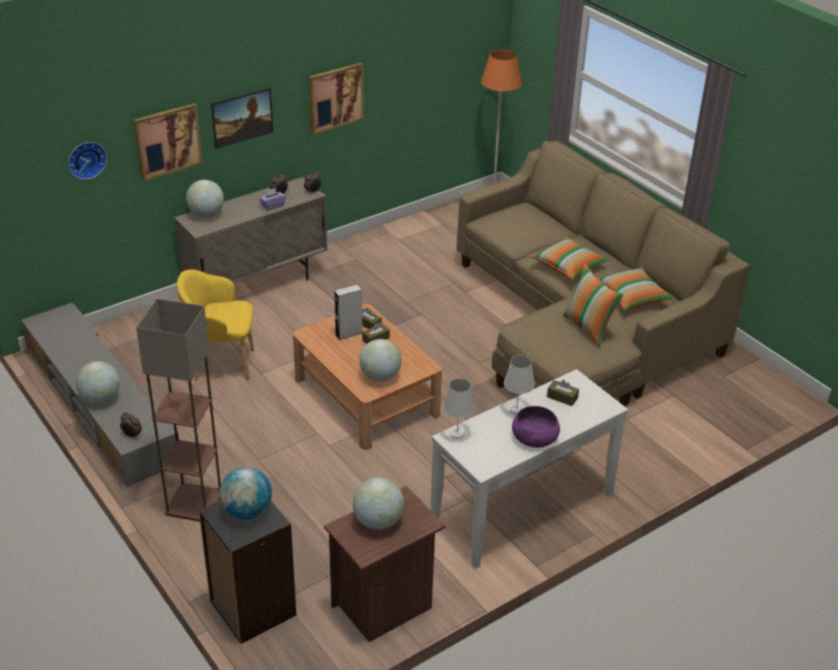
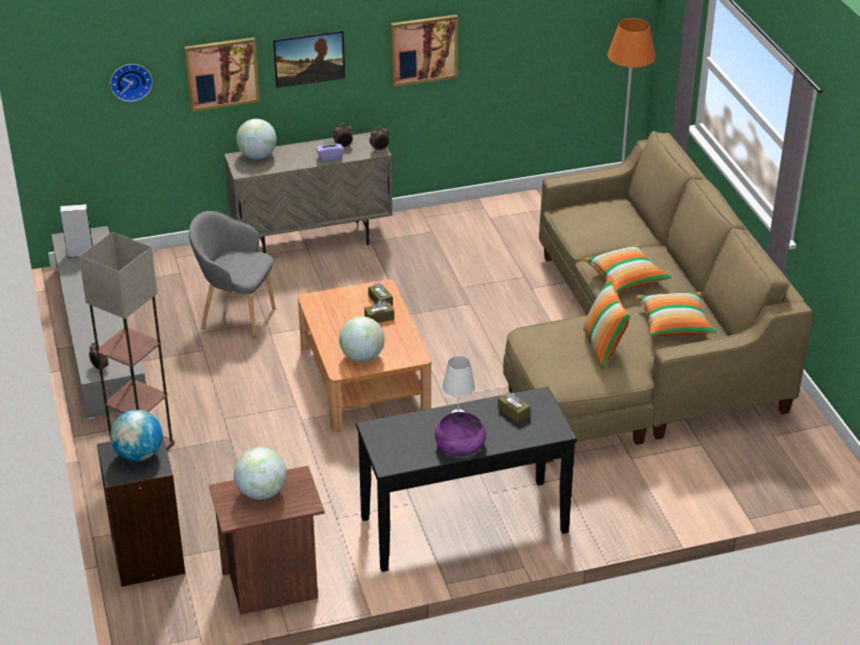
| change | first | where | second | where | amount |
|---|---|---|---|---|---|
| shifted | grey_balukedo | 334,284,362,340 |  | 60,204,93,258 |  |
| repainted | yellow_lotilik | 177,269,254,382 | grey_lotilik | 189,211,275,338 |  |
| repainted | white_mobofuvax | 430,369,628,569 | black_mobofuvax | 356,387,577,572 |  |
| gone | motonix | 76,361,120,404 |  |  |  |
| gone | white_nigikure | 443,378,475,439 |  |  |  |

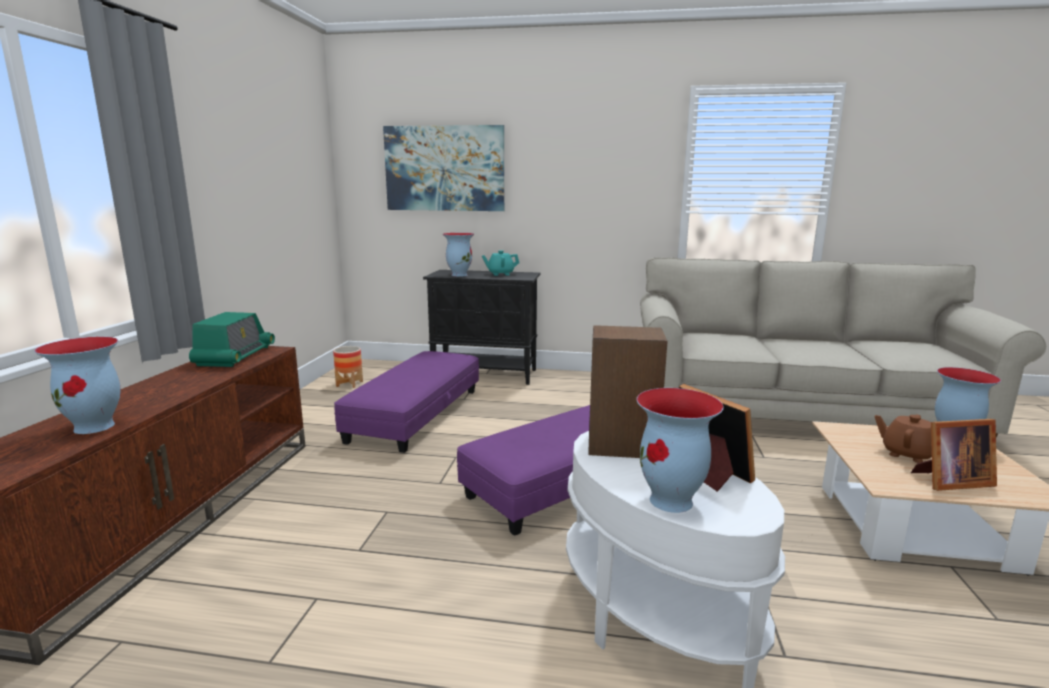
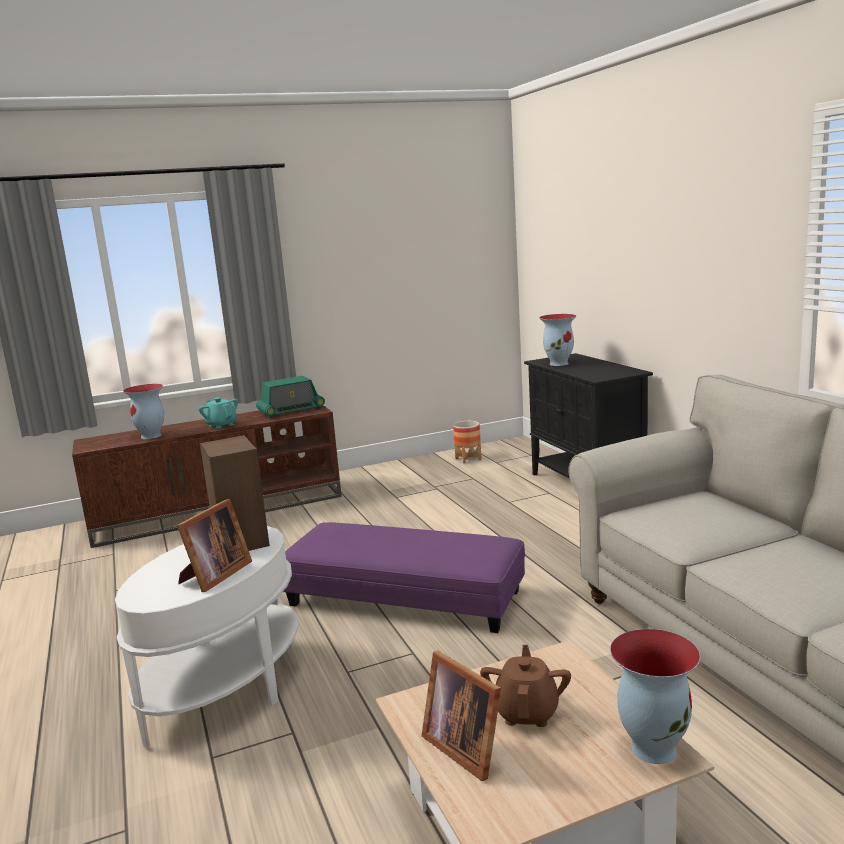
| change | first | where | second | where | amount |
|---|---|---|---|---|---|
| shifted | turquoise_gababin | 482,250,519,276 |  | 199,397,238,429 |  |
| gone | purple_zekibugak | 334,351,479,453 |  |  |  |
| gone | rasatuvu | 383,125,504,211 |  |  |  |
| gone | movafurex | 637,388,724,513 |  |  |  |

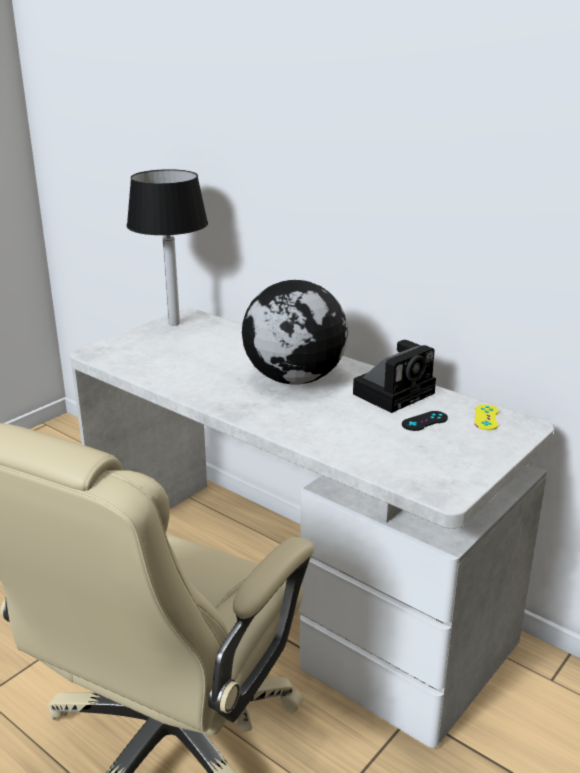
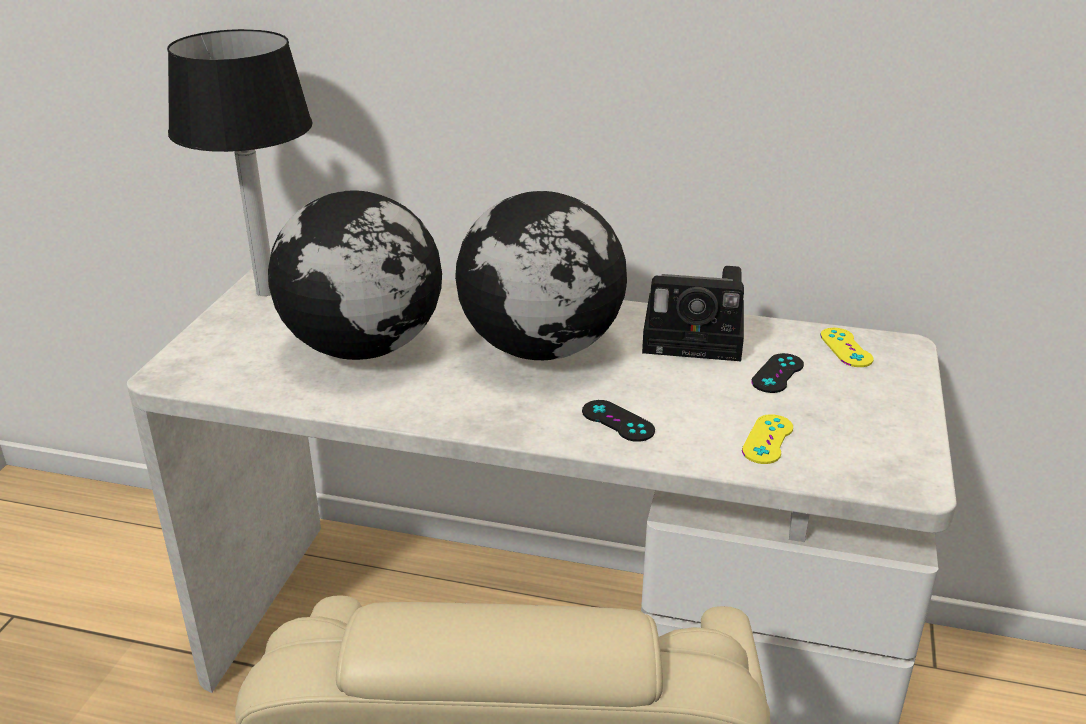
| change | first | where | second | where | amount |
|---|---|---|---|---|---|
| new |  |  | motonix | 268,190,442,360 |  |
| new |  |  | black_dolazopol | 582,400,655,442 |  |
| rotated | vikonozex | 353,340,436,413 |  | 642,266,744,361 | 75 degrees clockwise |
| new |  |  | yellow_dolazopol | 742,414,793,464 |  |

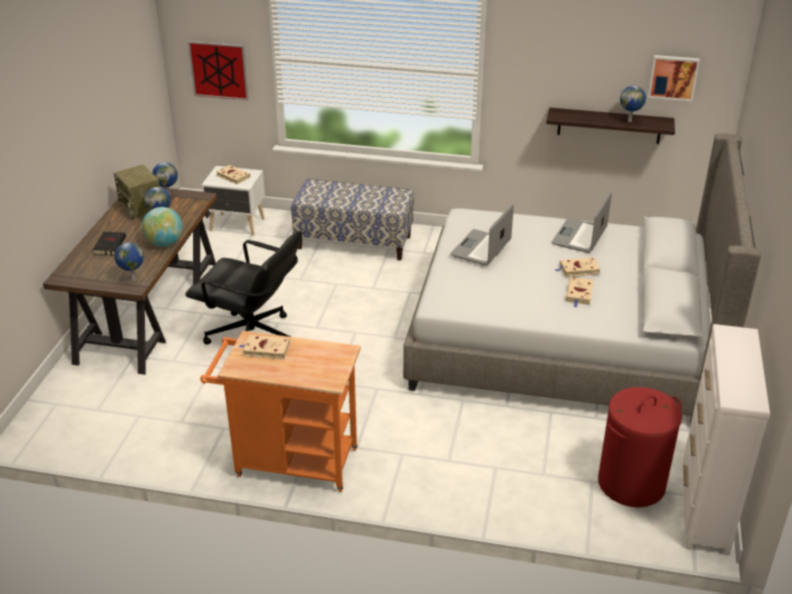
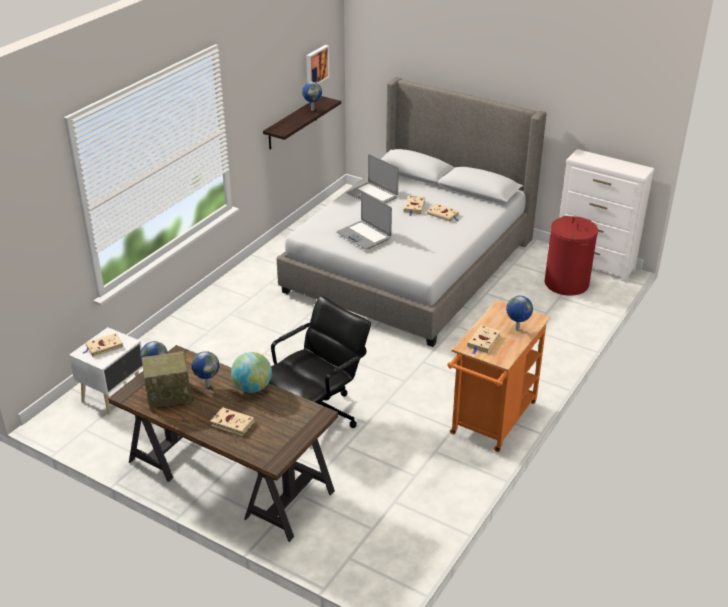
| change | first | where | second | where | amount |
|---|---|---|---|---|---|
| repainted | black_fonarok | 93,232,126,256 | beige_fonarok | 210,407,255,436 |  |
| shifted | motonix | 114,242,144,281 |  | 506,296,533,331 |  |
| gone | rasatuvu | 188,41,249,101 |  |  |  |
| gone | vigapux | 291,179,414,260 |  |  |  |

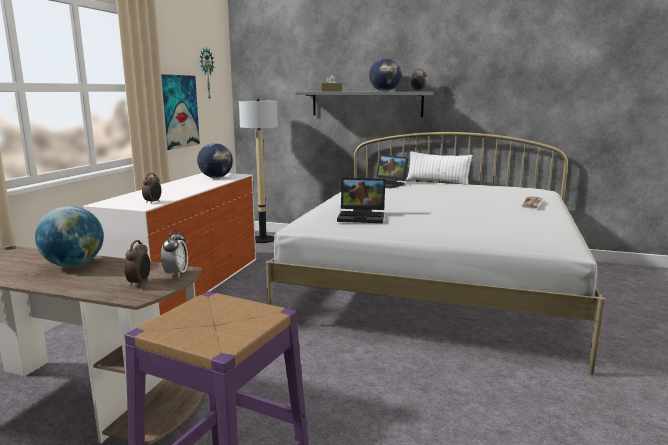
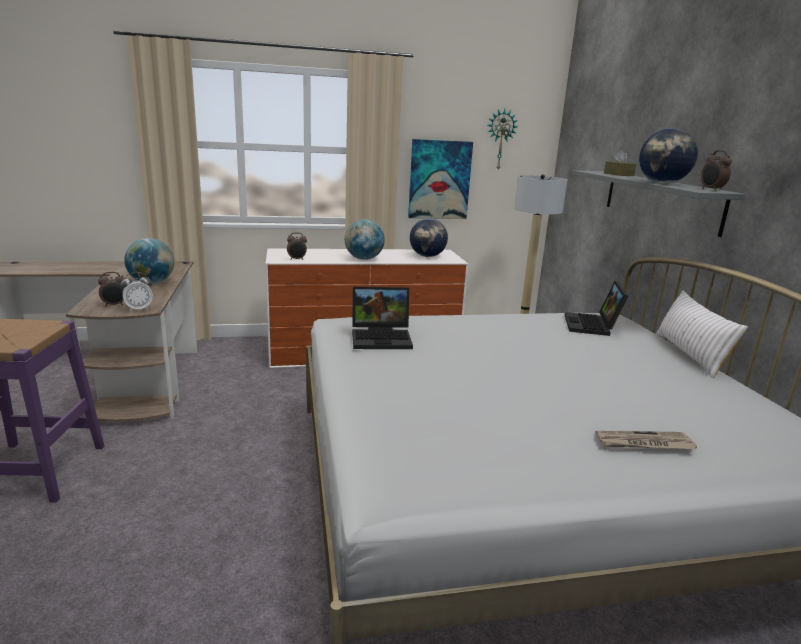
| change | first | where | second | where | amount |
|---|---|---|---|---|---|
| new |  |  | motonix | 345,219,385,260 |  |
| rotated | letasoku | 337,178,385,223 |  | 352,287,413,349 | 75 degrees counterclockwise |

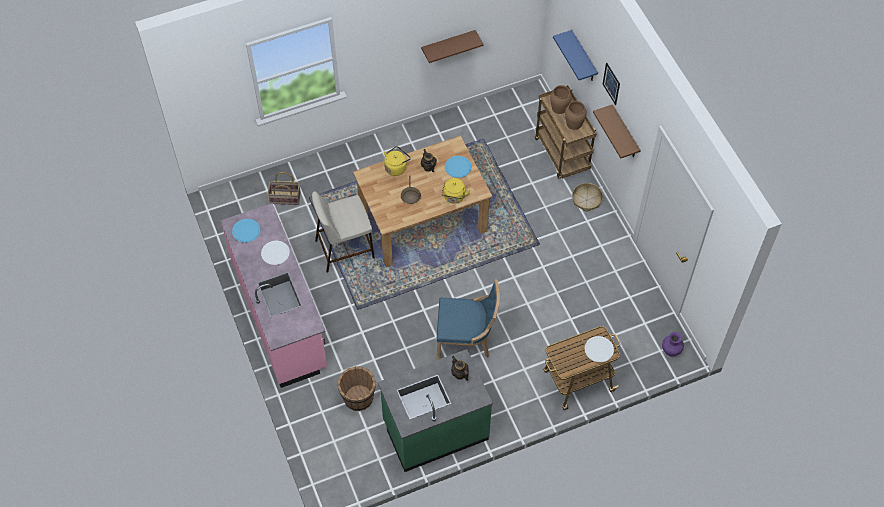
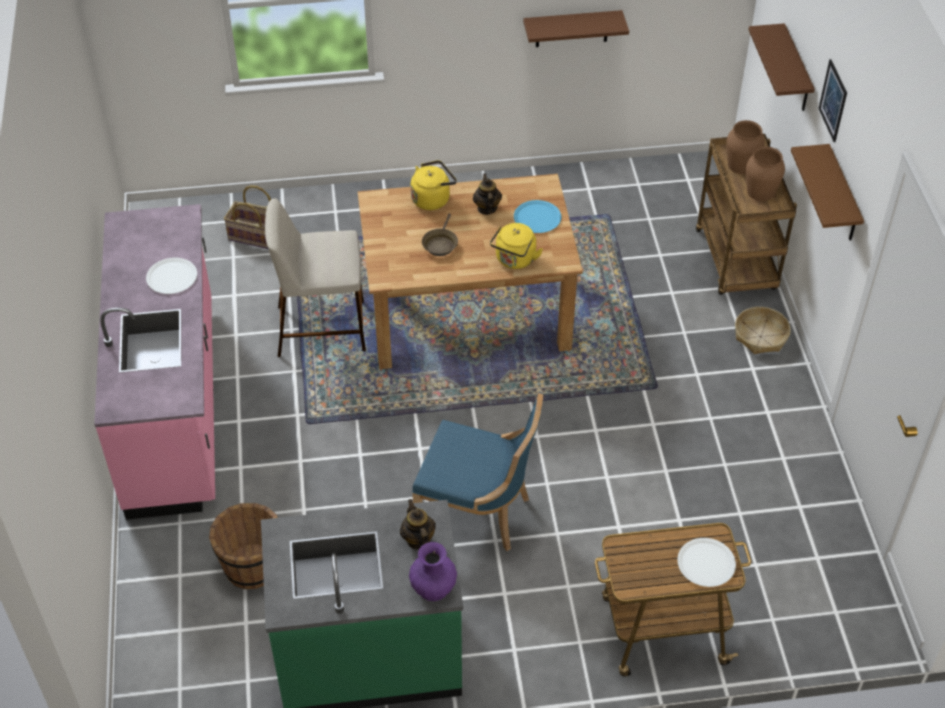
| change | first | where | second | where | amount |
|---|---|---|---|---|---|
| shifted | purple_movafurex | 662,332,684,357 |  | 409,542,457,601 |  |
| repainted | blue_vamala | 553,30,598,81 | brown_vamala | 748,23,815,111 |  |
| gone | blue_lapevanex | 232,219,260,243 |  |  |  |

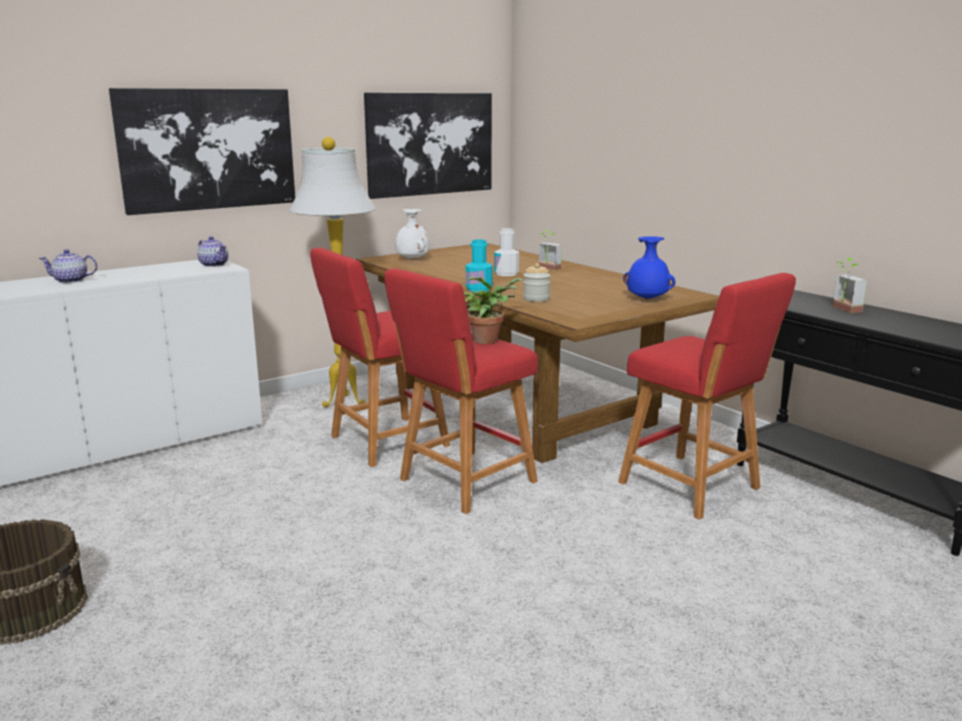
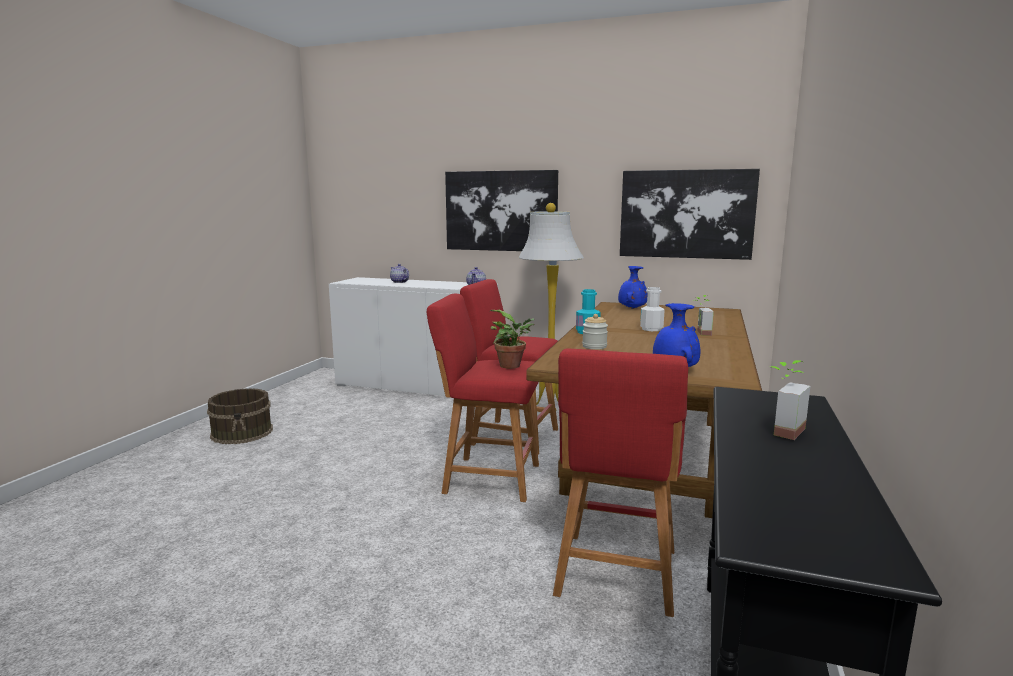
| change | first | where | second | where | amount |
|---|---|---|---|---|---|
| repainted | white_movafurex | 395,209,430,260 | blue_movafurex | 618,266,648,309 |  |

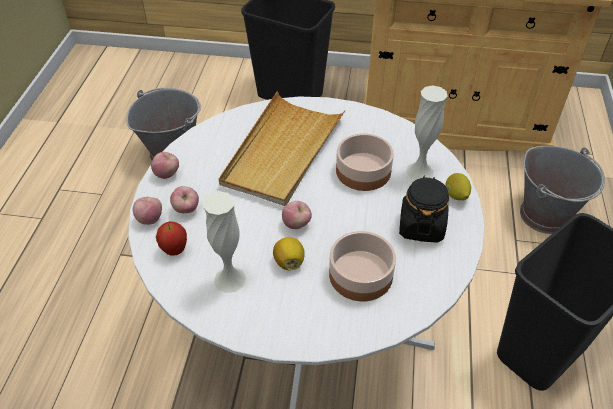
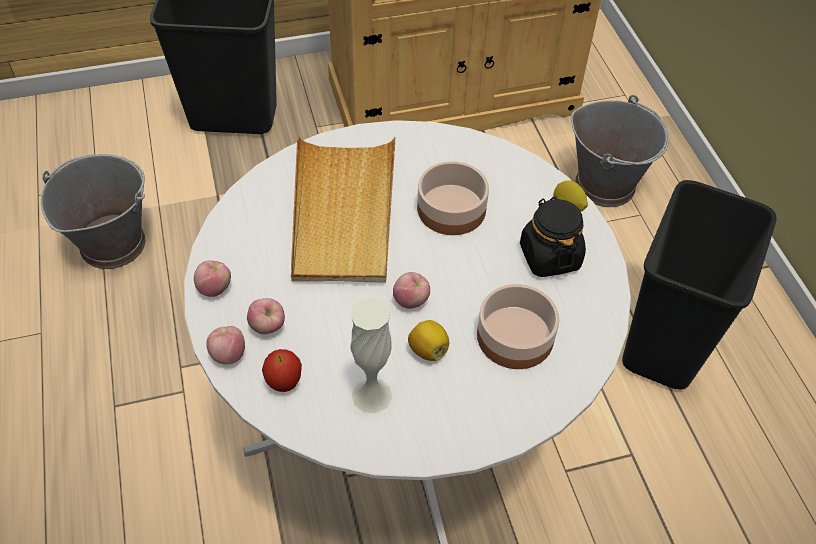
| change | first | where | second | where | amount |
|---|---|---|---|---|---|
| gone | white_movafurex | 406,85,448,180 |  |  |  |

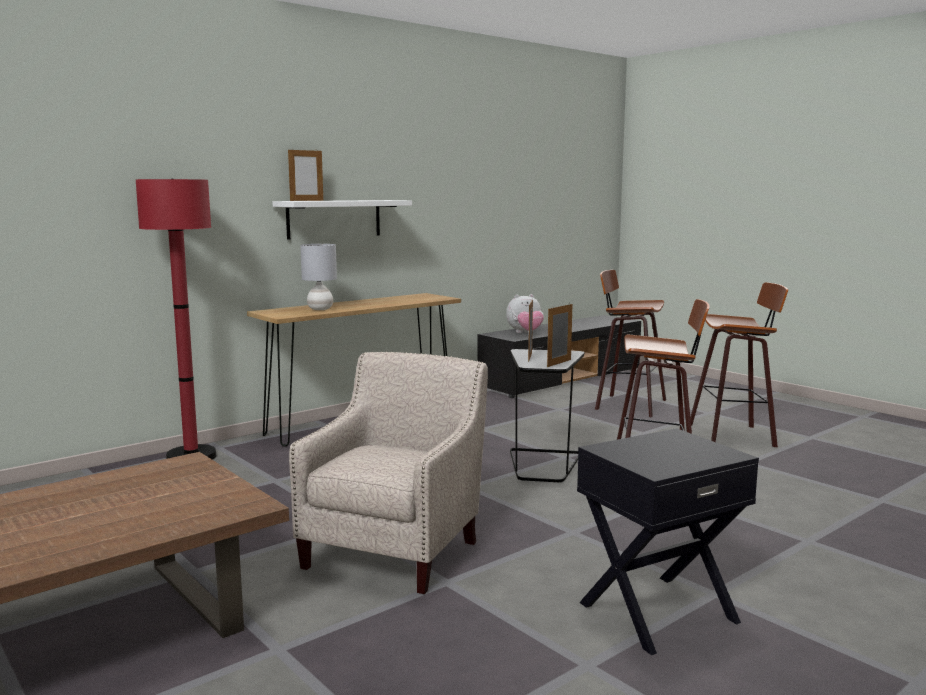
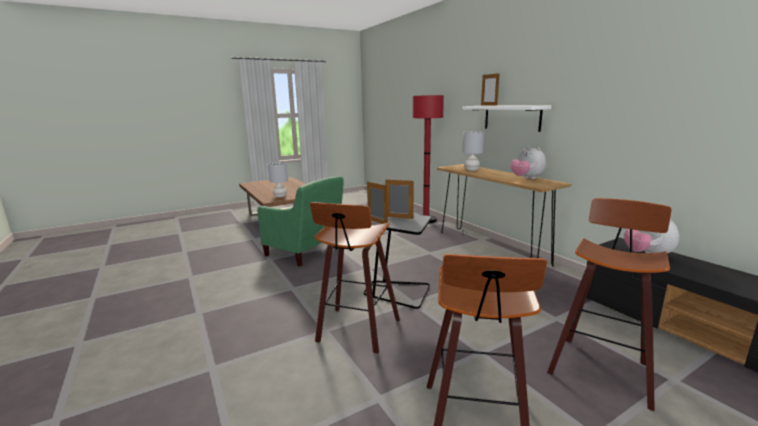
| change | first | where | second | where | amount |
|---|---|---|---|---|---|
| repainted | beige_lotilik | 289,352,488,594 | green_lotilik | 257,176,344,267 |  |
| new |  |  | grey_nigikure | 268,162,288,197 |  |
| new |  |  | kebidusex | 510,146,546,179 |  |
| gone | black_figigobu | 577,428,759,655 |  |  |  |

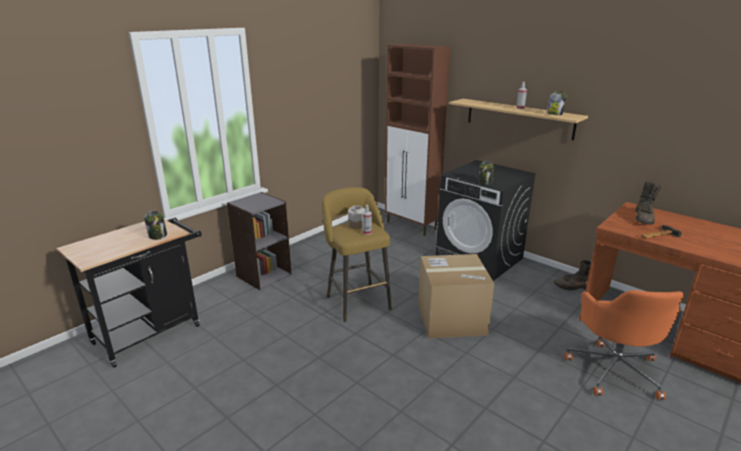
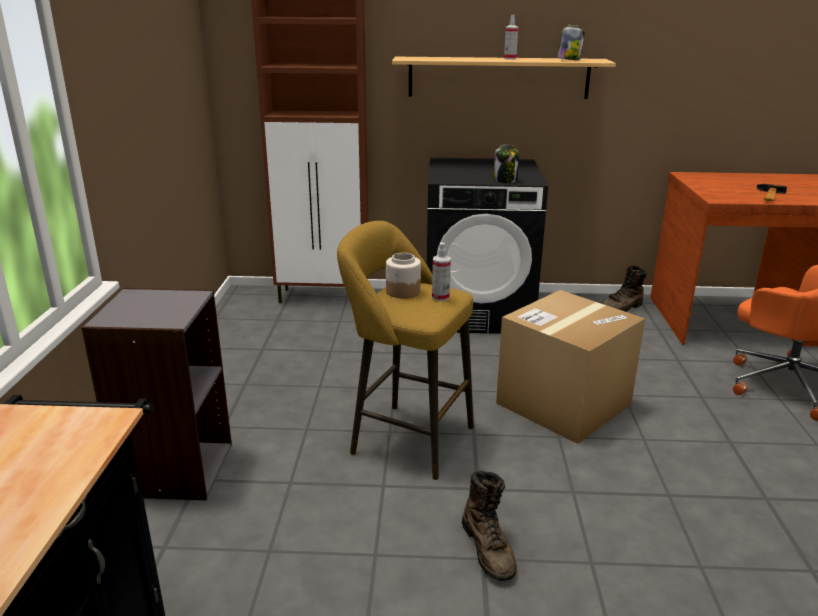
| change | first | where | second | where | amount |
|---|---|---|---|---|---|
| shifted | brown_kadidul | 636,182,661,225 |  | 462,470,517,581 |  |
| gone | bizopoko | 144,211,167,240 |  |  |  |

